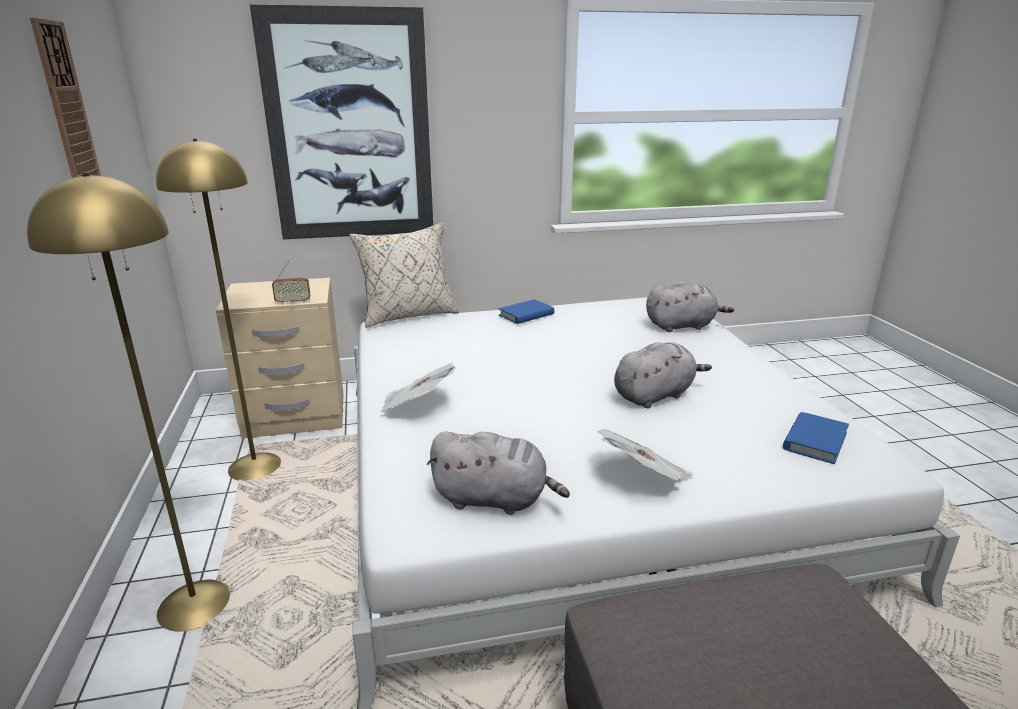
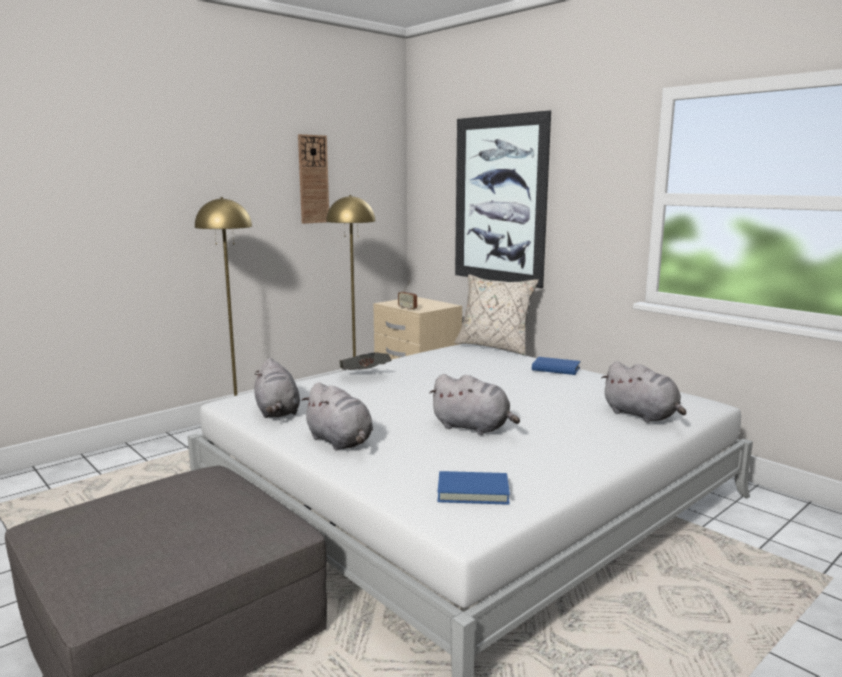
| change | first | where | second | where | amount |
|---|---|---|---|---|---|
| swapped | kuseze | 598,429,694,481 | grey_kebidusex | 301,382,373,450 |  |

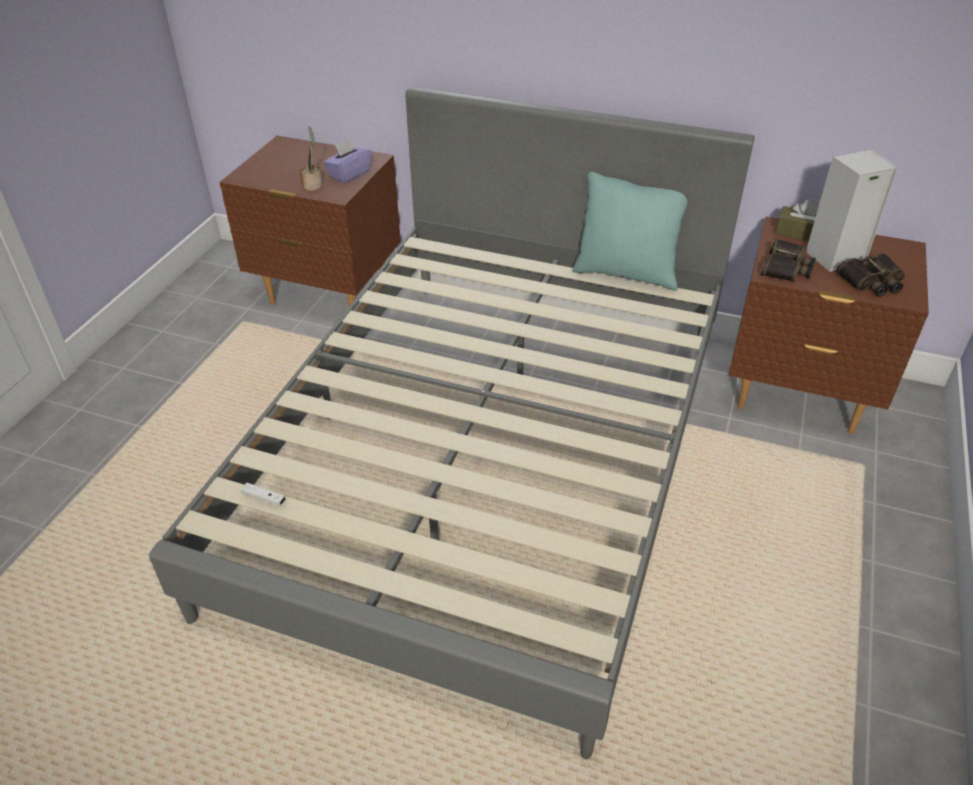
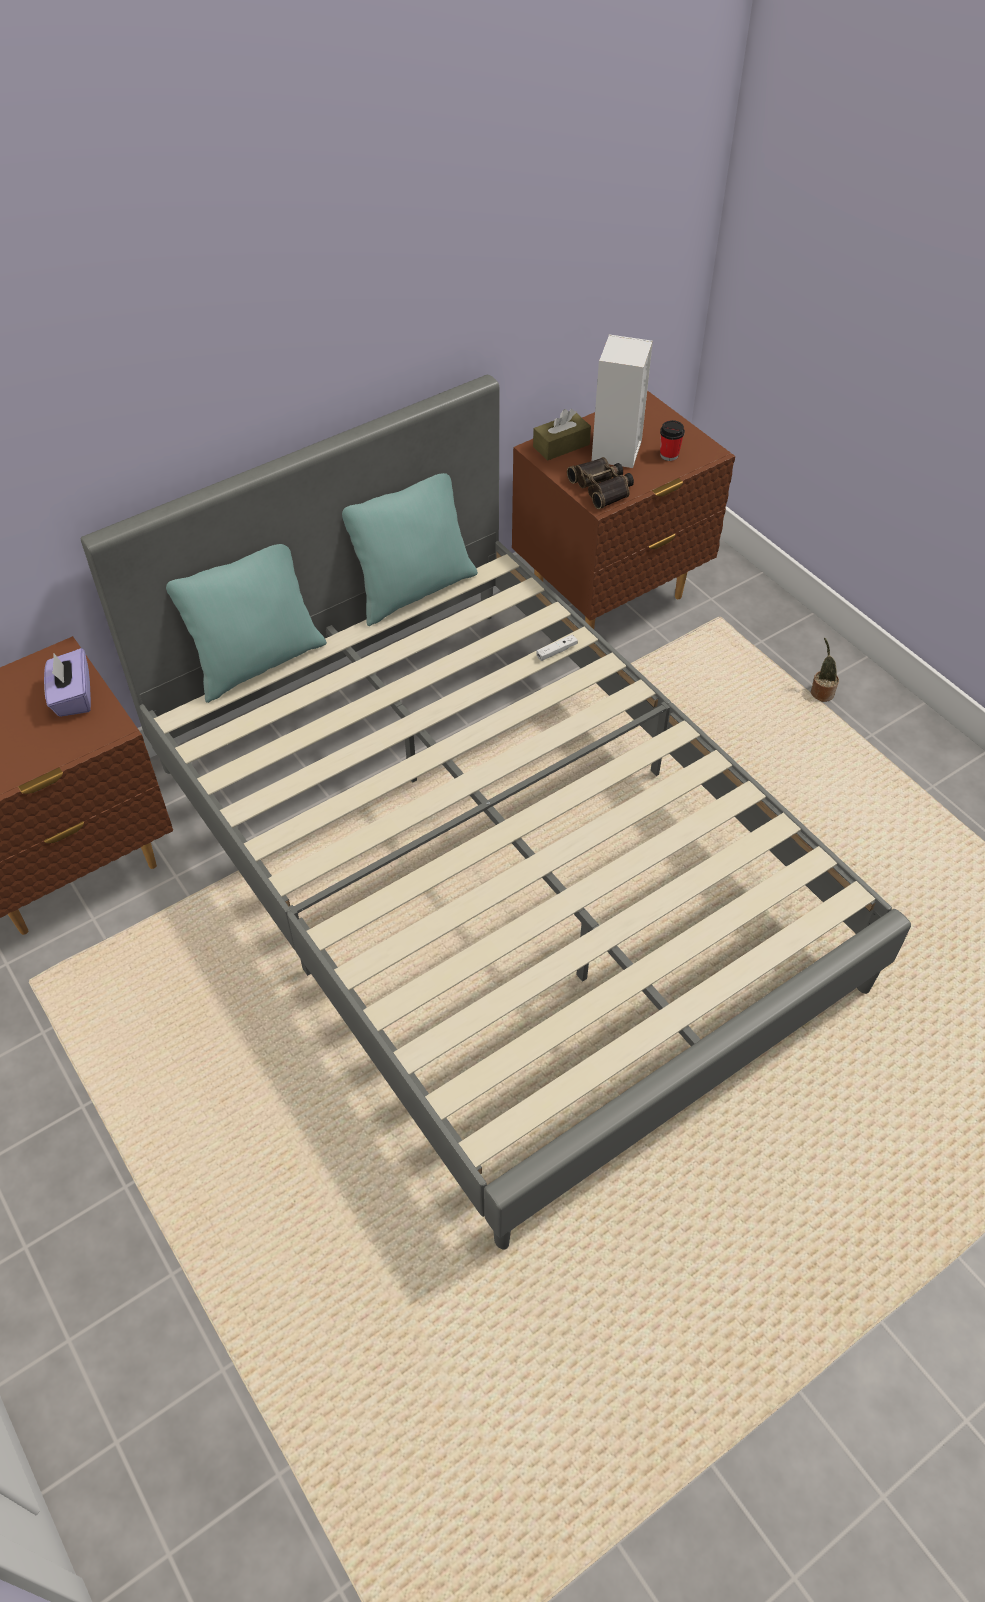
| change | first | where | second | where | amount |
|---|---|---|---|---|---|
| new |  |  | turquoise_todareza | 166,544,327,703 |  |
| shifted | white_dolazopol | 241,483,286,506 |  | 537,635,578,661 |  |
| swapped | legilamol | 836,253,905,297 | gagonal | 660,420,685,461 |  |
| shifted | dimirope | 299,126,323,191 |  | 811,637,839,702 |  |

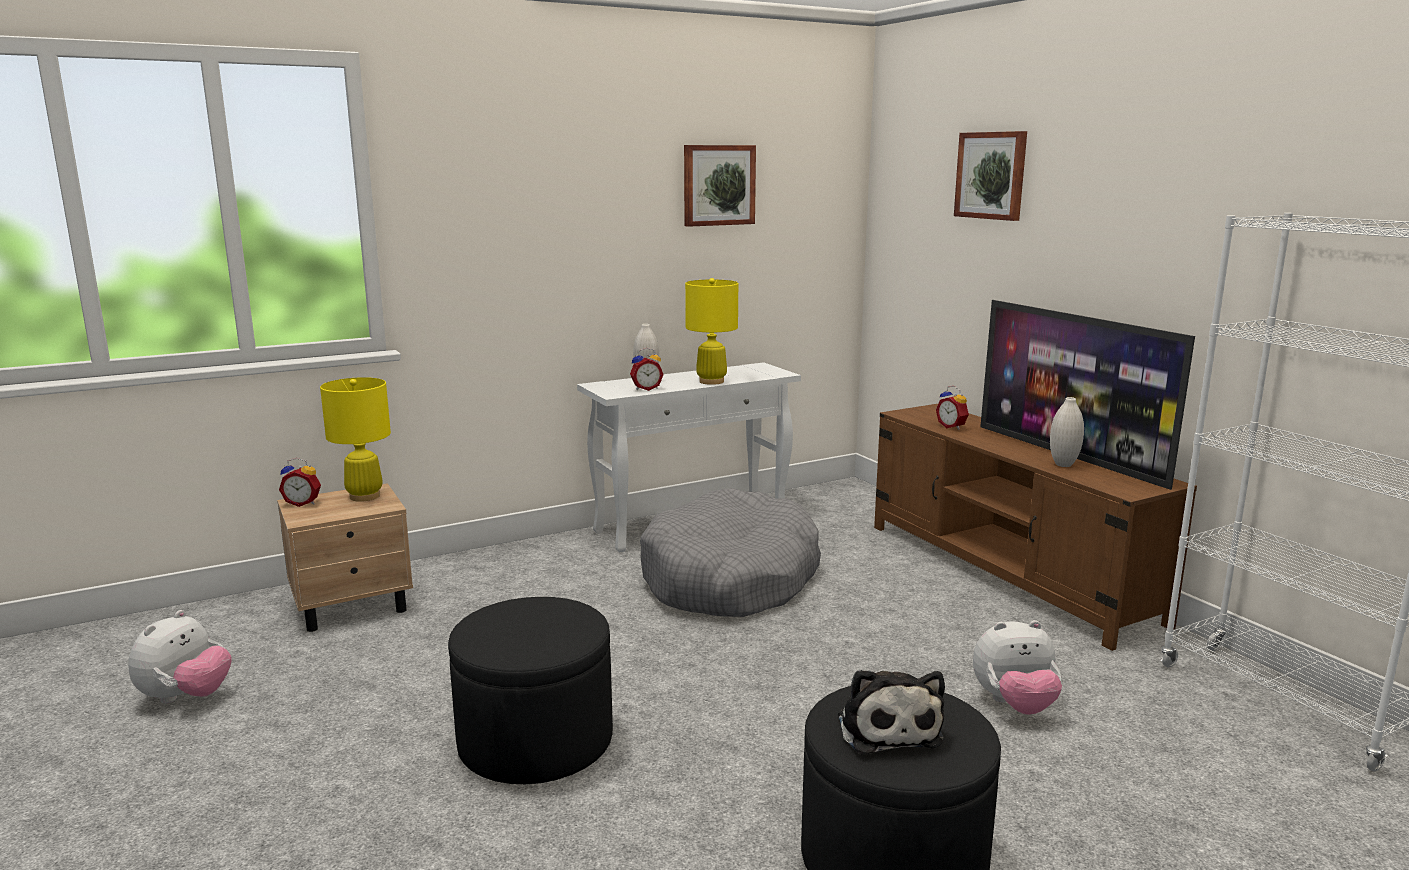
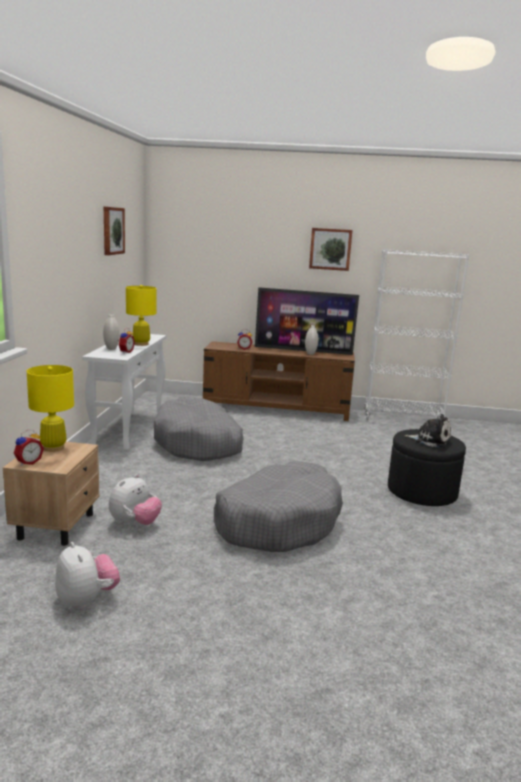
| change | first | where | second | where | amount |
|---|---|---|---|---|---|
| shifted | kebidusex | 973,620,1062,715 |  | 109,474,162,526 |  |
| swapped | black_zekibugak | 448,597,613,784 | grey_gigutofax | 214,461,343,552 |  |
| shifted | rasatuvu | 954,131,1027,221 |  | 309,228,352,271 |  |

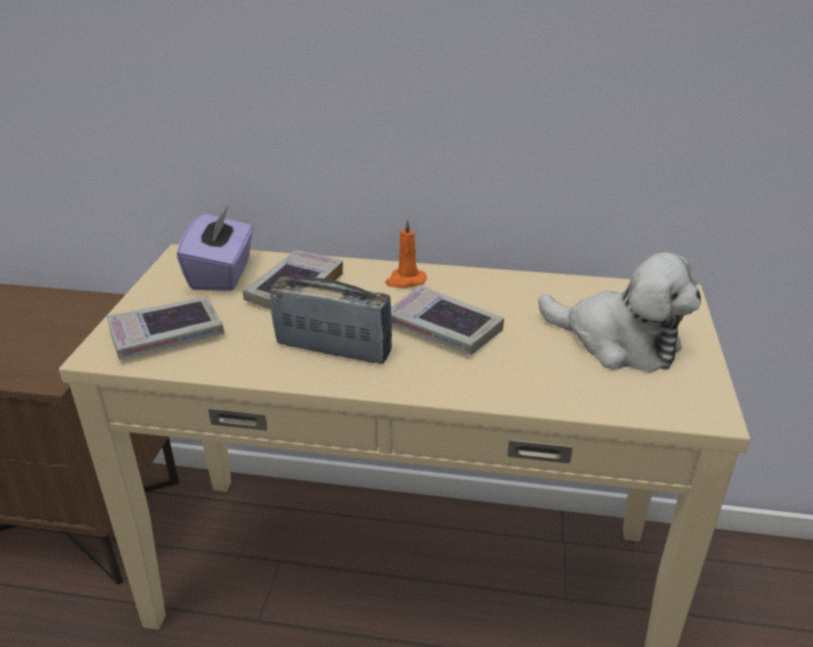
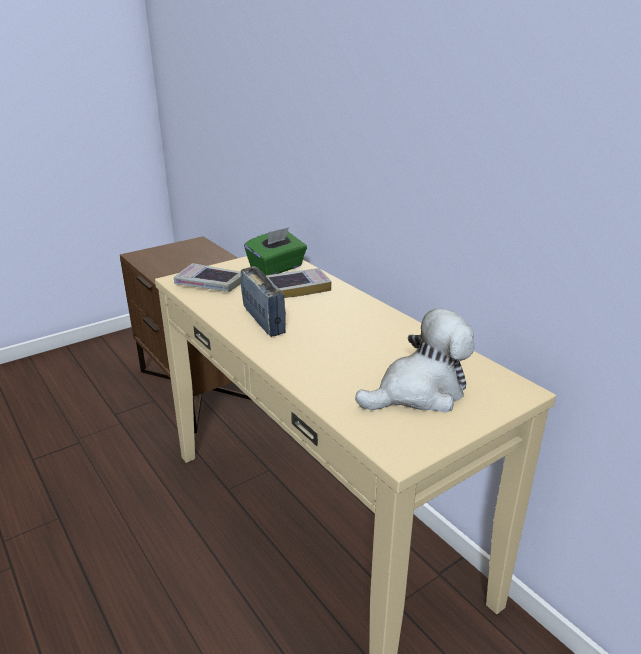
| change | first | where | second | where | amount |
|---|---|---|---|---|---|
| repainted | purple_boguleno | 177,205,253,291 | green_boguleno | 244,227,307,275 |  |
| rotated | kebidusex | 538,252,701,372 |  | 355,308,475,413 | 105 degrees counterclockwise |
| gone | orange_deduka | 385,219,427,288 |  |  |  |
| gone | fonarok | 391,285,504,355 |  |  |  |

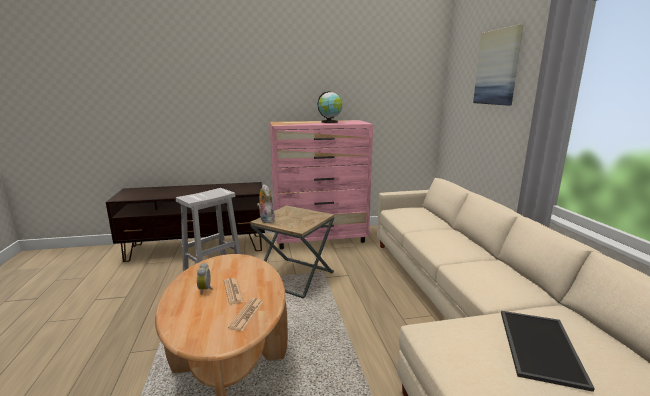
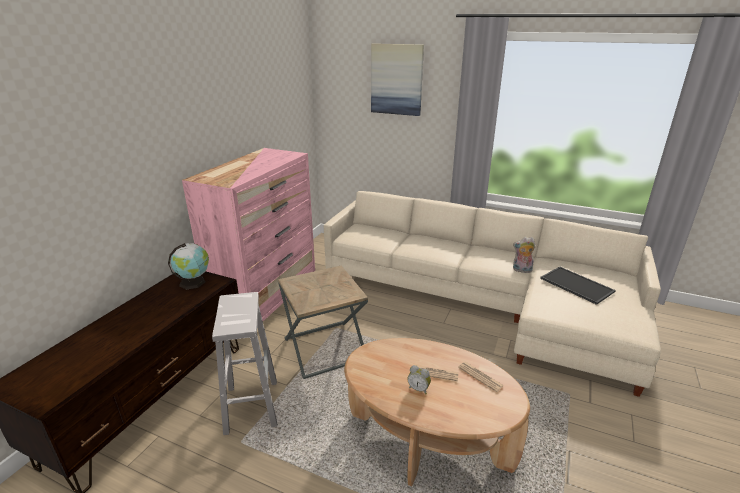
| change | first | where | second | where | amount |
|---|---|---|---|---|---|
| shifted | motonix | 317,91,343,123 |  | 168,243,209,290 |  |
| shifted | kebidusex | 257,184,275,223 |  | 513,237,536,273 |  |

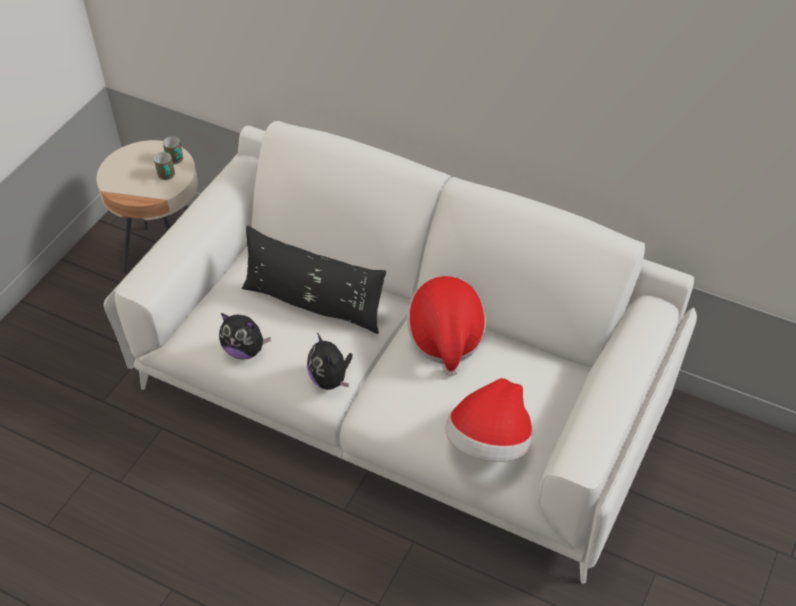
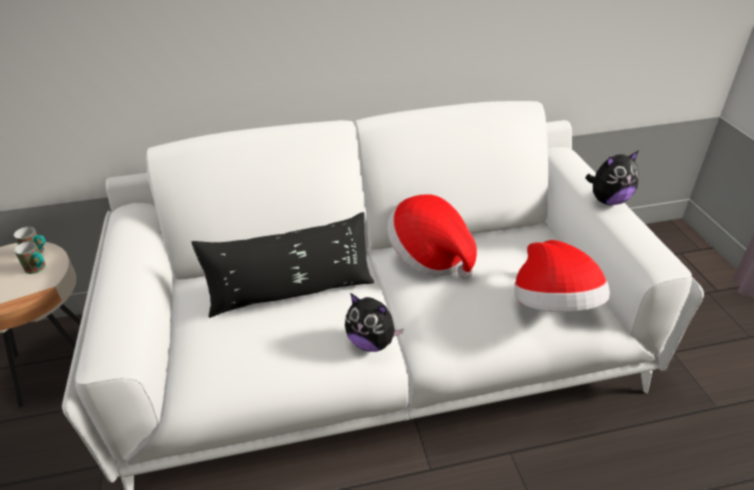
| change | first | where | second | where | amount |
|---|---|---|---|---|---|
| shifted | kebidusex | 219,313,271,360 |  | 585,150,639,205 |  |

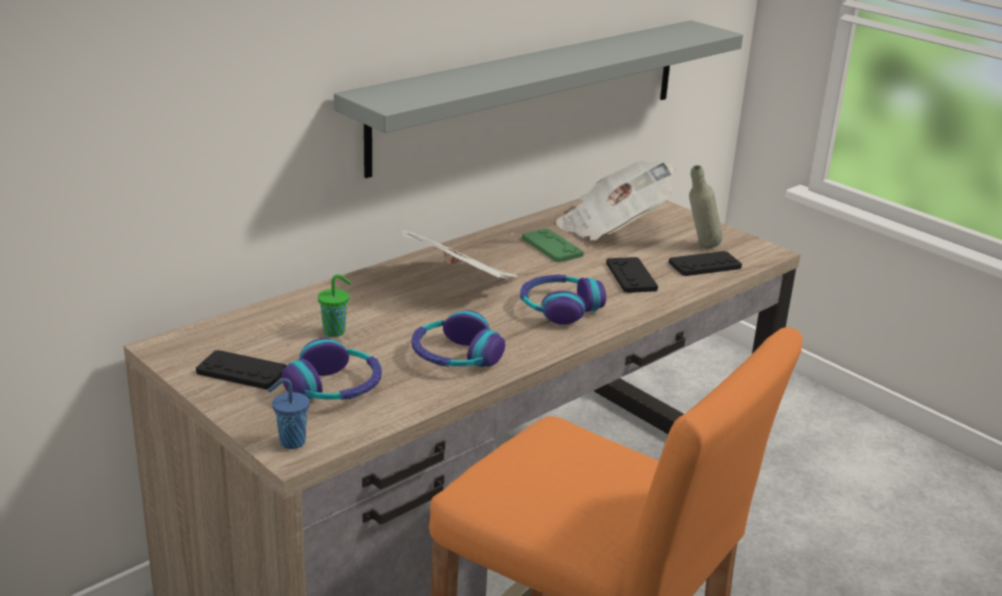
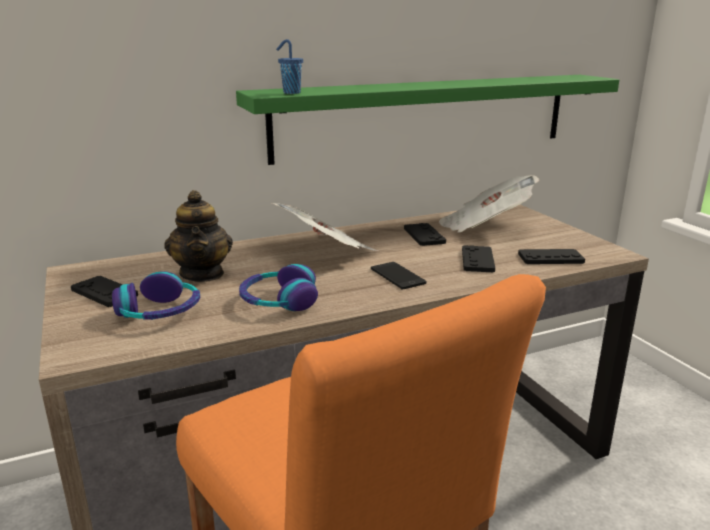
| change | first | where | second | where | amount |
|---|---|---|---|---|---|
| swapped | green_gagonal | 318,274,351,337 | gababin | 164,190,233,282 |  |
| repainted | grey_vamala | 334,20,743,178 | green_vamala | 236,75,619,165 |  |
| shifted | blue_gagonal | 268,378,310,449 |  | 276,39,303,94 |  |
| swapped | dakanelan | 520,275,606,325 | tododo | 371,262,426,289 |  |
| repainted | green_dolazopol | 522,228,584,262 | black_dolazopol | 404,223,446,246 |  |
| gone | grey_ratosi | 689,165,722,248 |  |  |  |

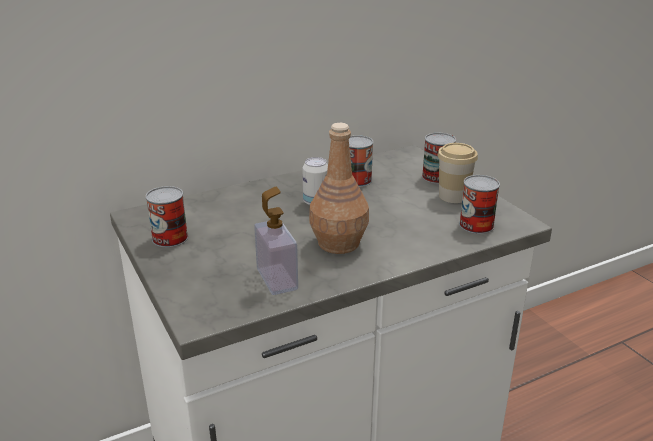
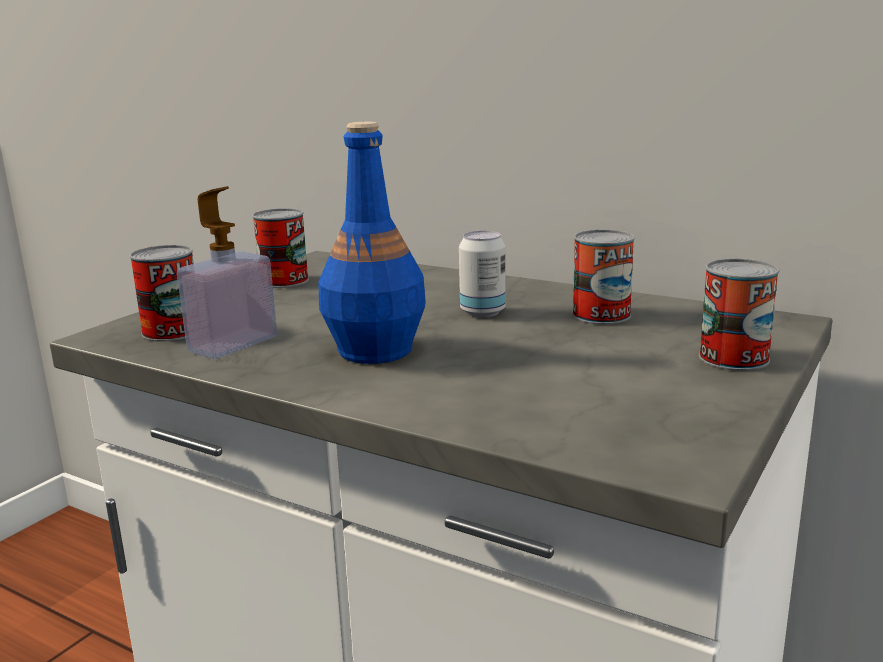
| change | first | where | second | where | amount |
|---|---|---|---|---|---|
| shifted | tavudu | 459,175,500,234 |  | 130,245,194,341 |  |
| repainted | brown_ratosi | 309,123,369,254 | blue_ratosi | 318,122,426,364 |  |
| gone | gagonal | 437,143,478,203 |  |  |  |

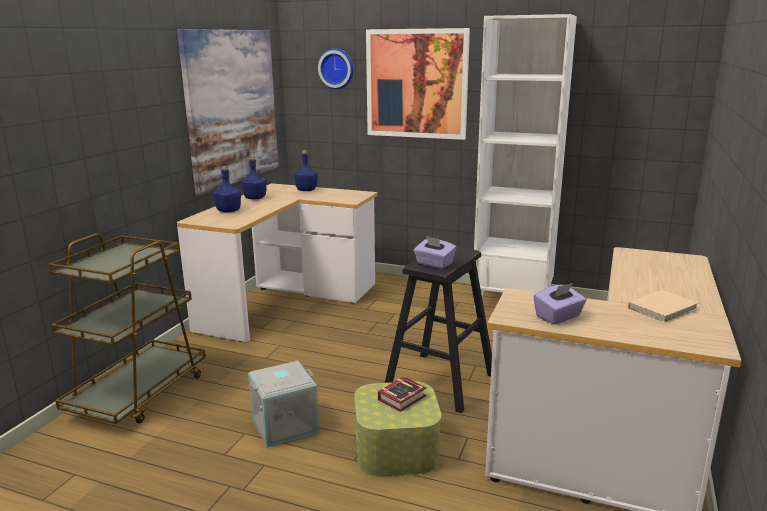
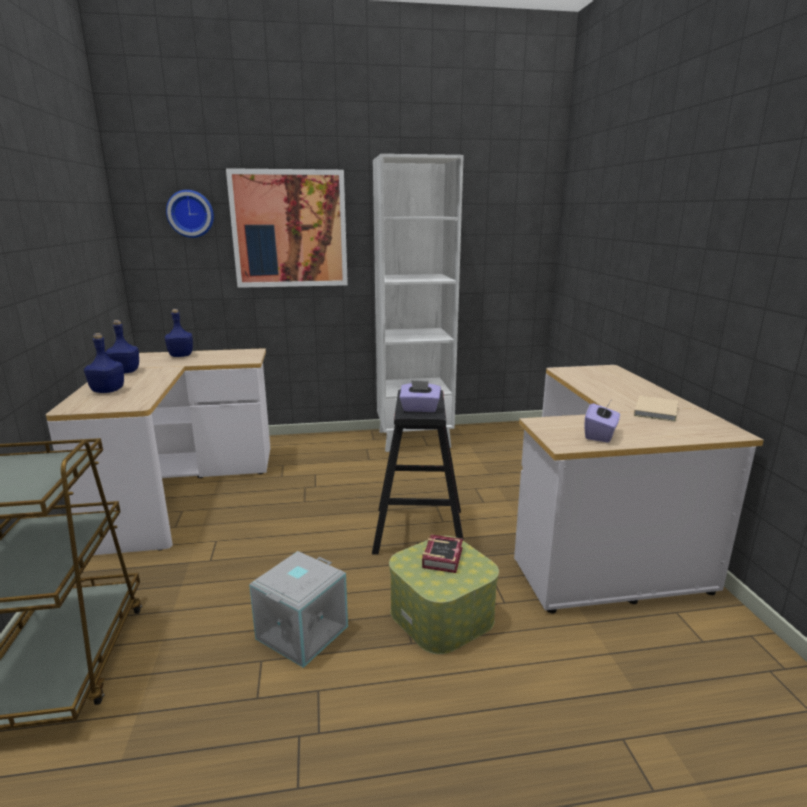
| change | first | where | second | where | amount |
|---|---|---|---|---|---|
| gone | rasatuvu | 177,29,278,195 |  |  |  |

